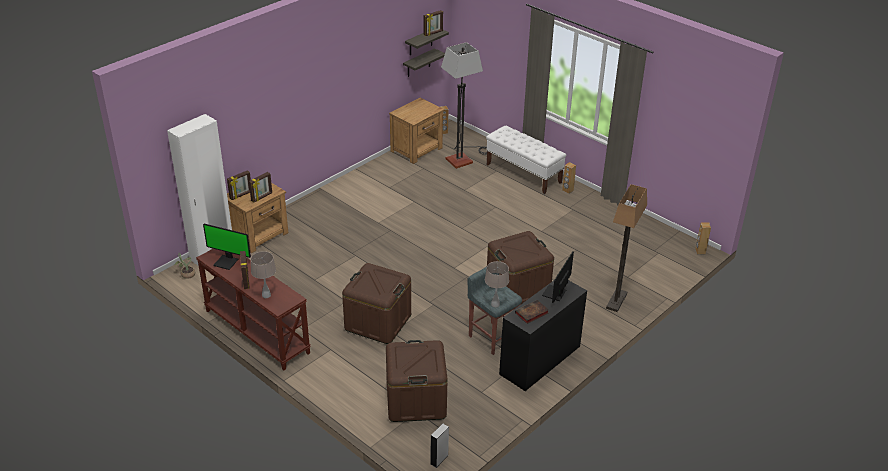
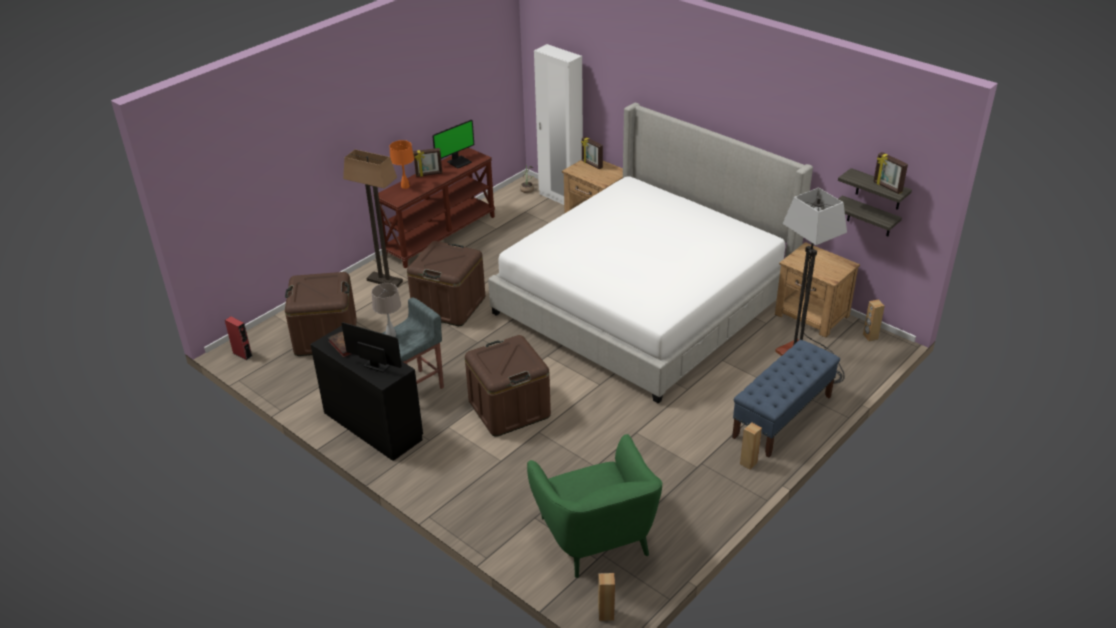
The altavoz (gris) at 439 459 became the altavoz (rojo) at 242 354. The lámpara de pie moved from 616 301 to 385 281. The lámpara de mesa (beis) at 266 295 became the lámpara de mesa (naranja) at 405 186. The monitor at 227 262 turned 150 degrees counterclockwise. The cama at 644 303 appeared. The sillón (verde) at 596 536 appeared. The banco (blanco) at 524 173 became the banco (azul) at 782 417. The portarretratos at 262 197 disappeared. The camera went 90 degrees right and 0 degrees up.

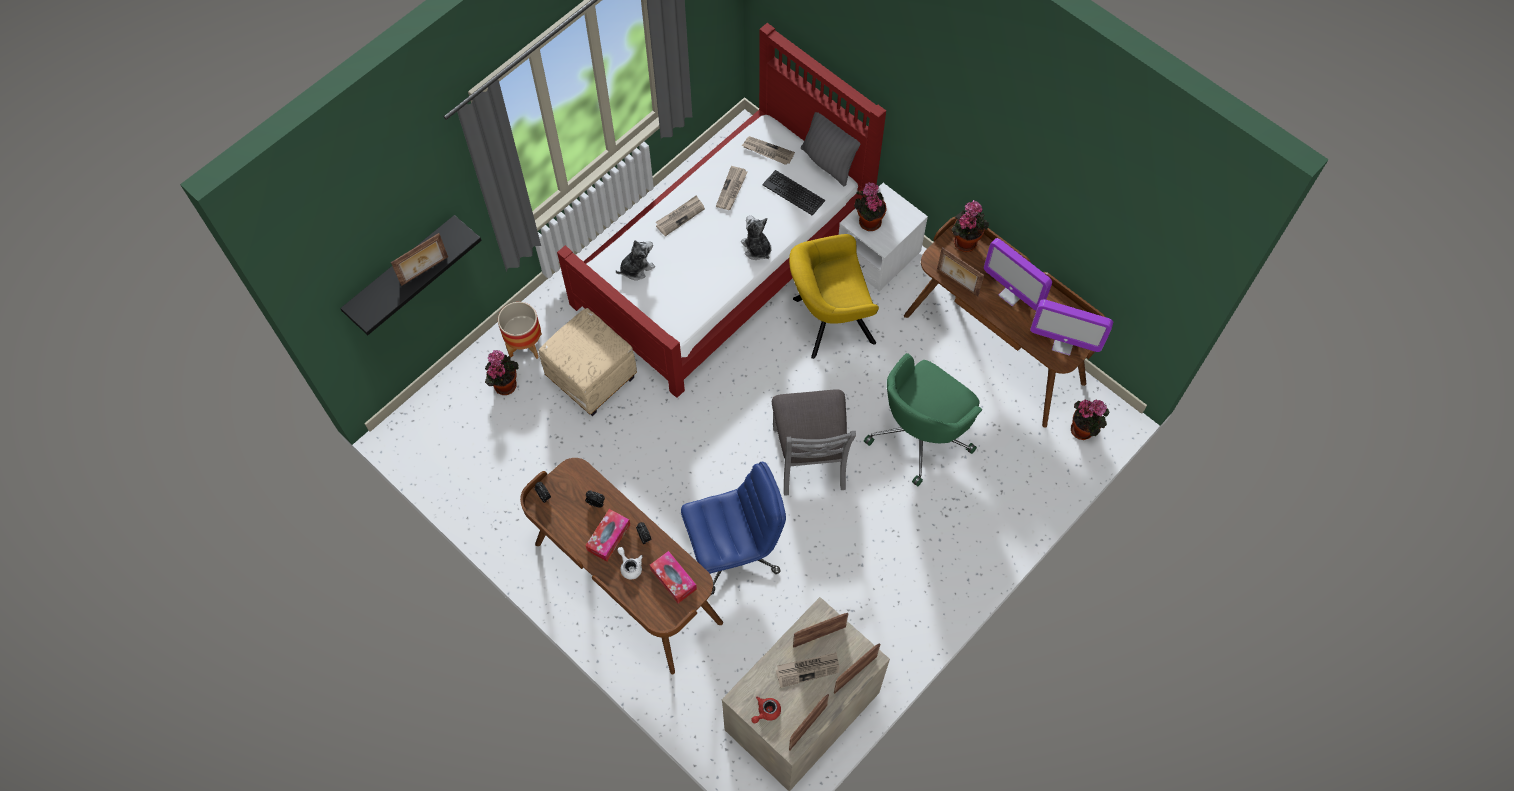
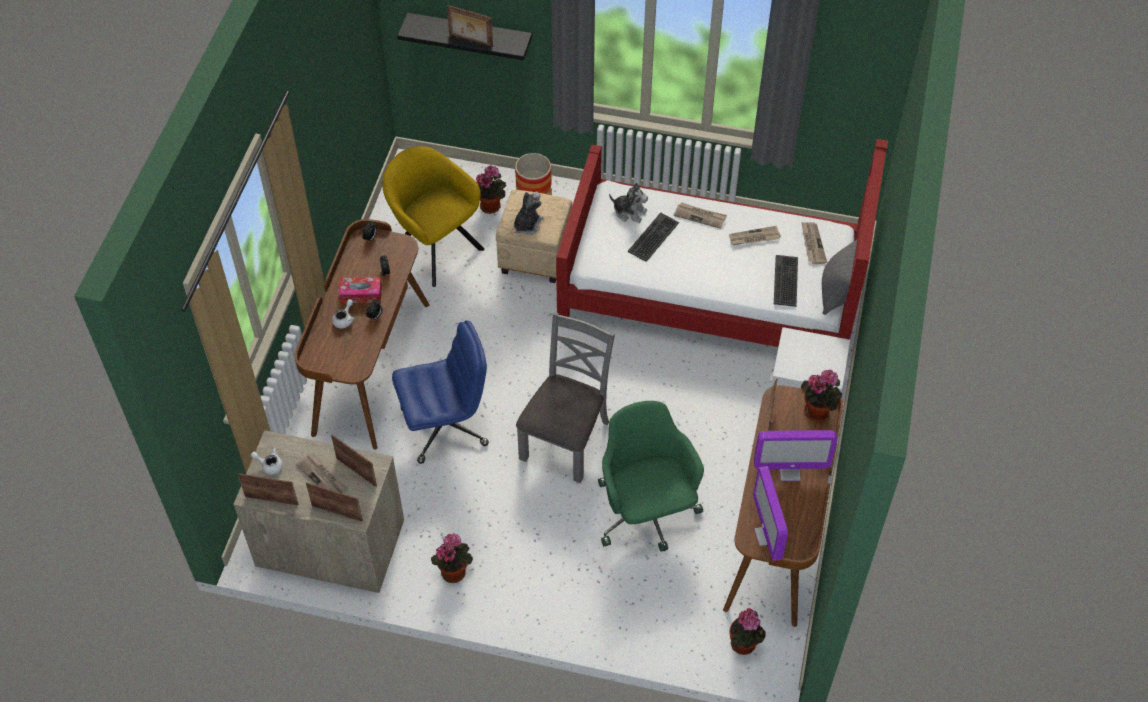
The tetera (rojo) at 766 712 became the tetera (blanco) at 269 465. The sillón (amarillo) moved from 828 321 to 435 247. The silla de oficina (azul) at 734 549 turned 60 degrees counterclockwise. The planta en maceta moved from 868 220 to 454 570. The peluche moved from 756 248 to 527 224. The silla (gris) at 810 457 turned 150 degrees clockwise. The silla de oficina (verde) at 920 434 turned 60 degrees clockwise. The teclado at 653 237 appeared. The monitor at 1011 294 turned 105 degrees counterclockwise. The caja de pañuelos at 673 579 disappeared. The camera went 60 degrees right and 10 degrees down.

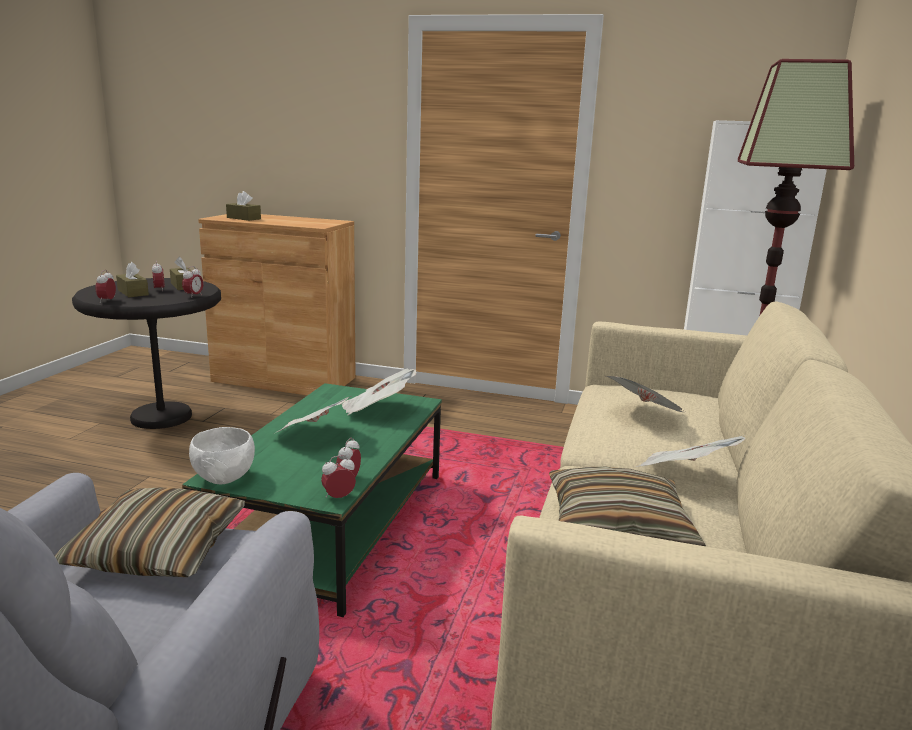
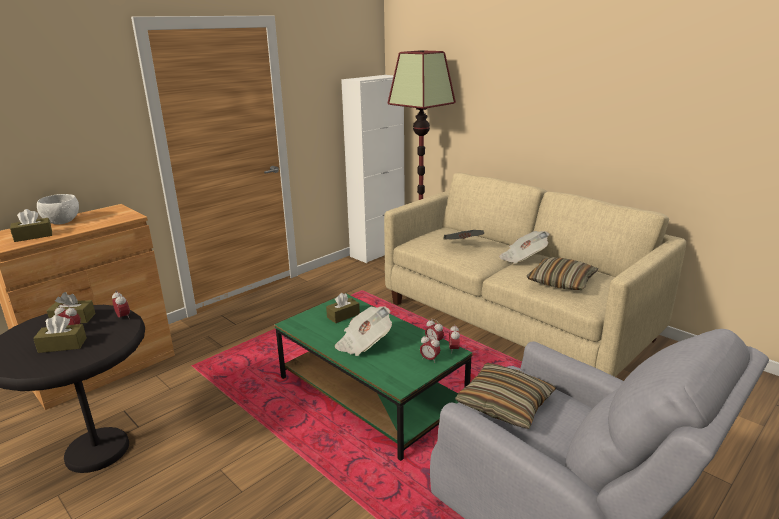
The cuenco (blanco) moved from 224 478 to 62 222. The periódico at 376 410 was replaced by the caja de pañuelos (marrón) at 343 315. The despertador moved from 107 301 to 429 359. The camera went 60 degrees left and 5 degrees up.

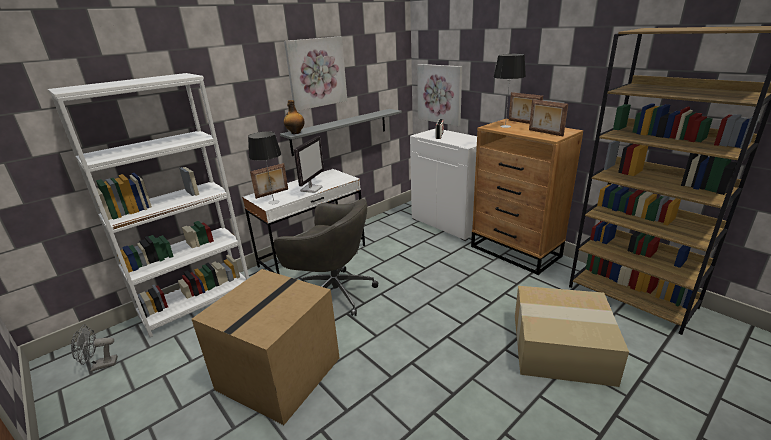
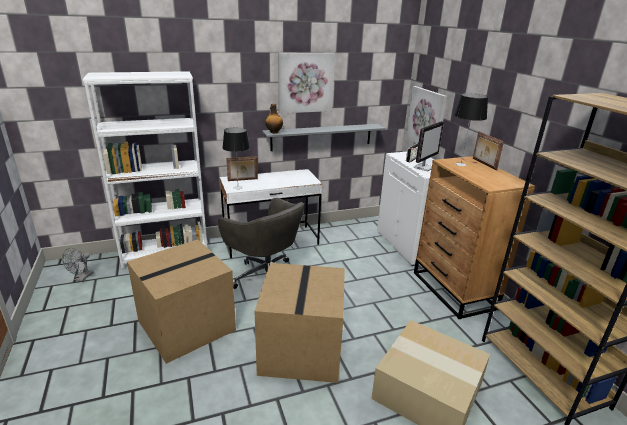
The ventilador (gris) at 100 365 turned 75 degrees counterclockwise. The caja de cartón at 300 348 appeared. The monitor moved from 311 189 to 423 167. The portarretratos at 545 133 disappeared. The camera went 20 degrees right and 0 degrees up.

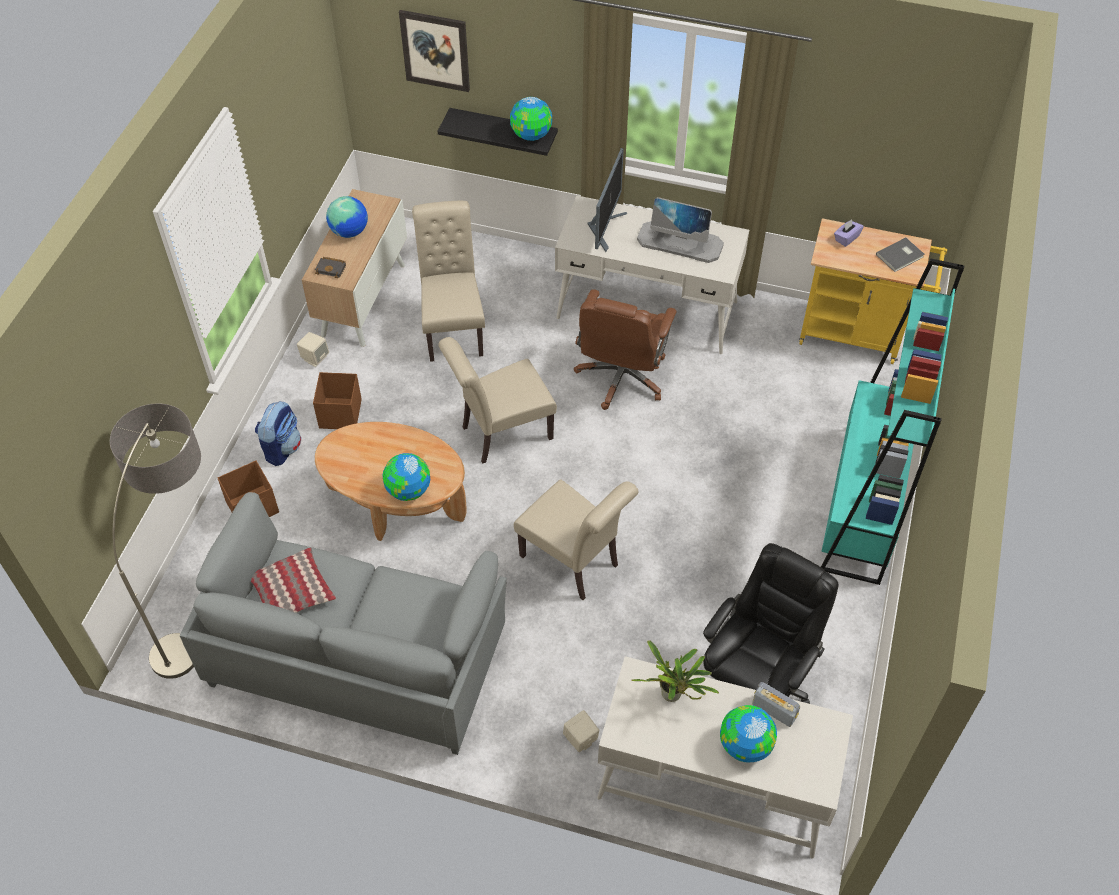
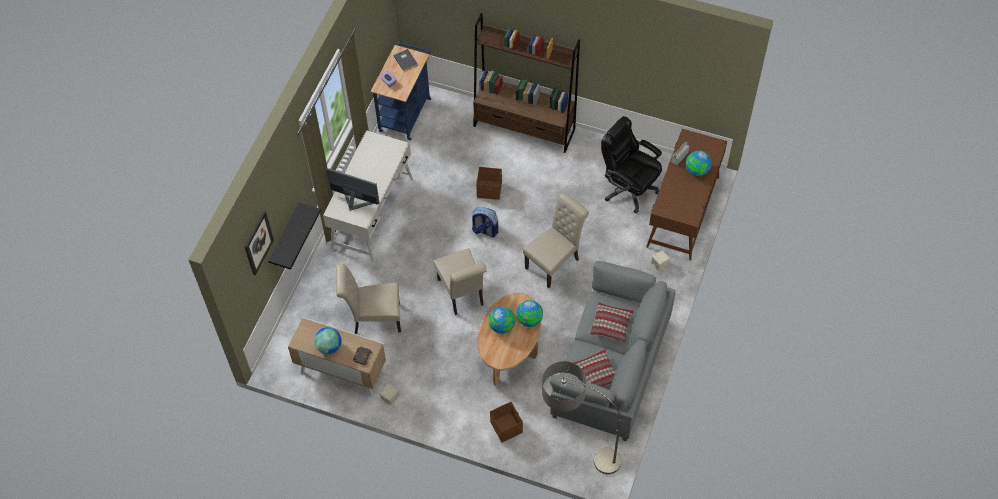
The carrito (amarillo) at 858 334 became the carrito (azul) at 406 111. The mochila moved from 282 448 to 484 230. The estantería (turquesa) at 863 503 became the estantería (marrón) at 524 128. The caja de almacenaje (marrón) moved from 340 414 to 489 190. The globo terráqueo moved from 531 135 to 502 326. The cojín at 611 325 appeared. The escritorio (blanco) at 713 783 became the escritorio (marrón) at 682 211. The silla de oficina (marrón) at 621 377 disappeared. The planta en maceta at 673 696 disappeared. The monitor at 680 242 disappeared. The camera went 85 degrees left and 5 degrees up.

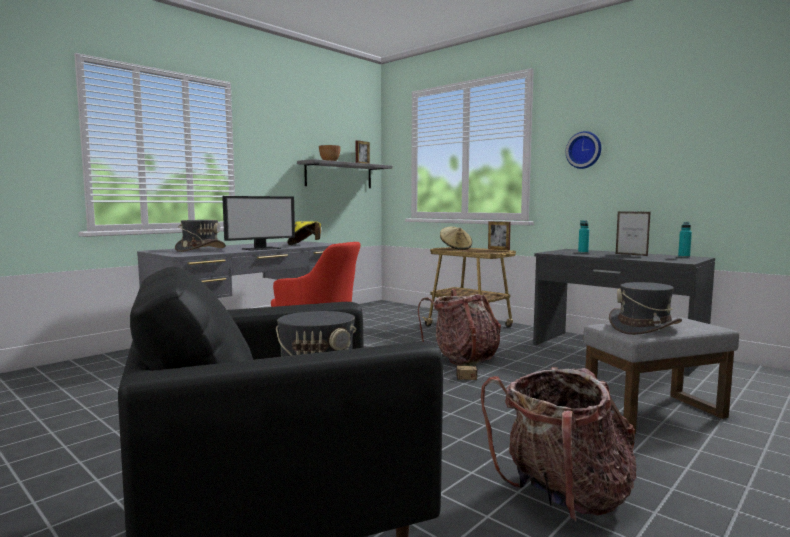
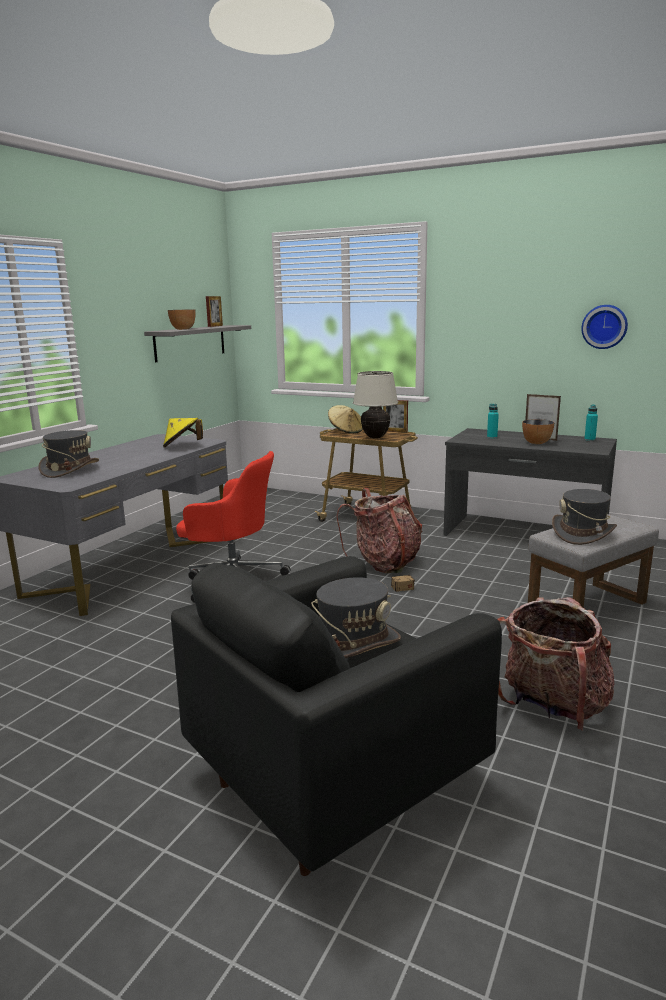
The lámpara de mesa (beis) at 375 437 appeared. The cuenco at 536 443 appeared. The reloj de pared moved from 584 150 to 604 326. The monitor at 261 248 disappeared. The camera went 15 degrees left and 10 degrees up.

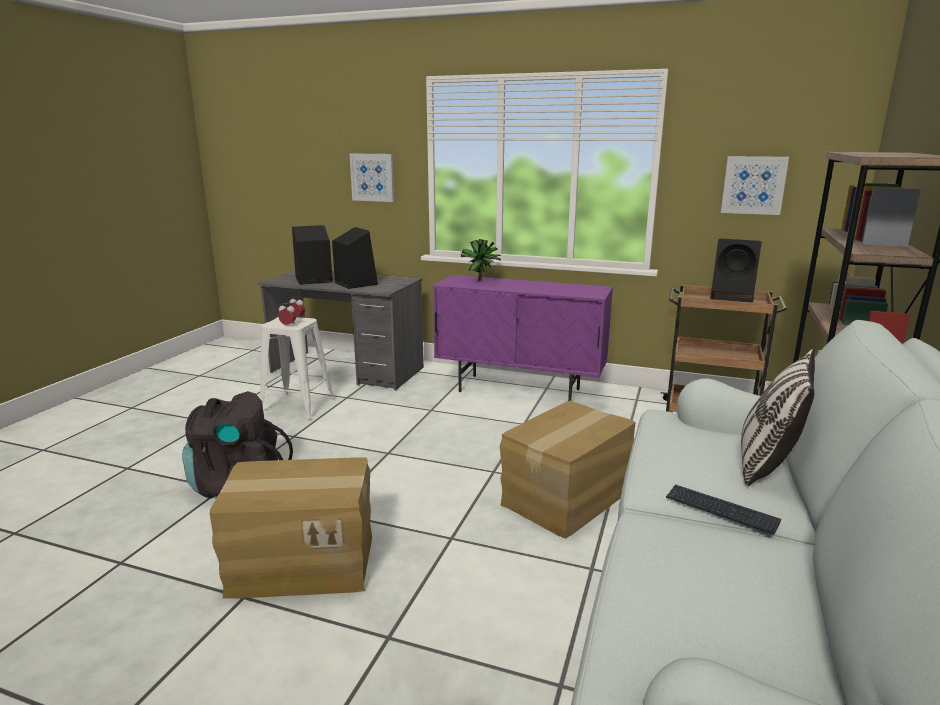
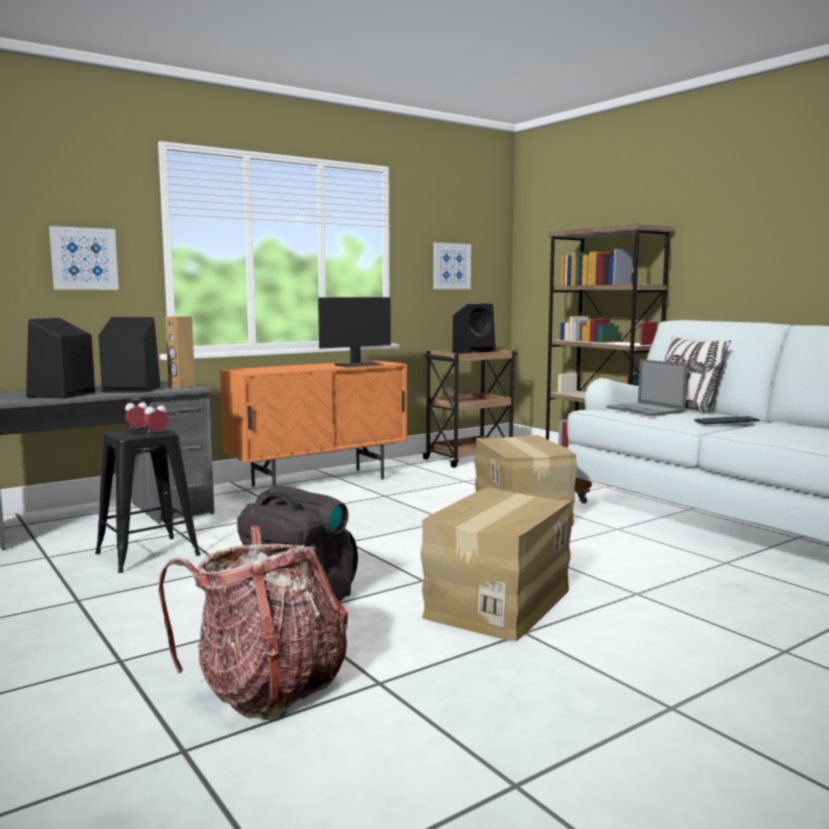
The taburete (blanco) at 298 406 became the taburete (negro) at 148 554. The mochila at 267 688 appeared. The altavoz (marrón) at 181 387 appeared. The armario (morado) at 519 390 became the armario (naranja) at 319 482. The monitor at 359 365 appeared. The portátil at 646 410 appeared. The planta en maceta at 481 281 disappeared. The camera went 55 degrees left and 10 degrees down.

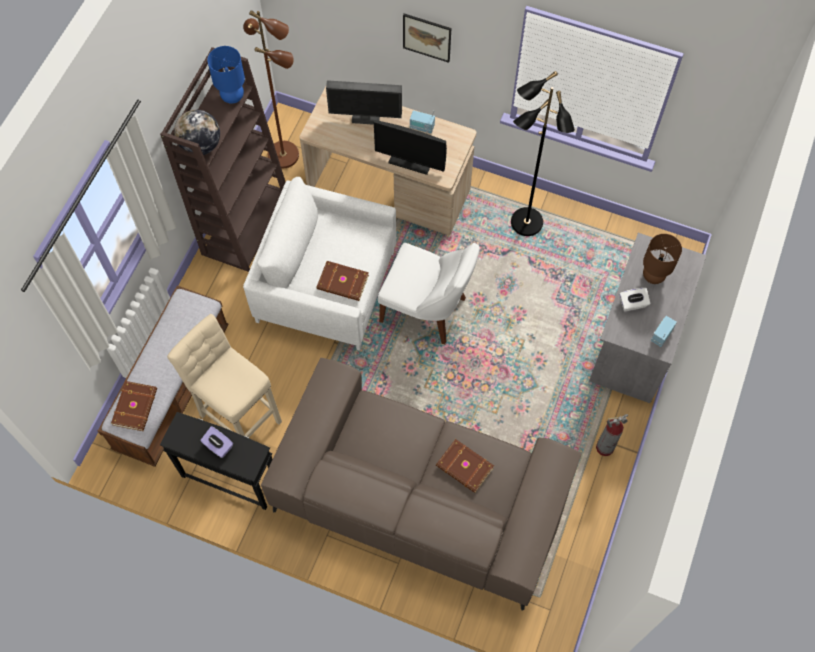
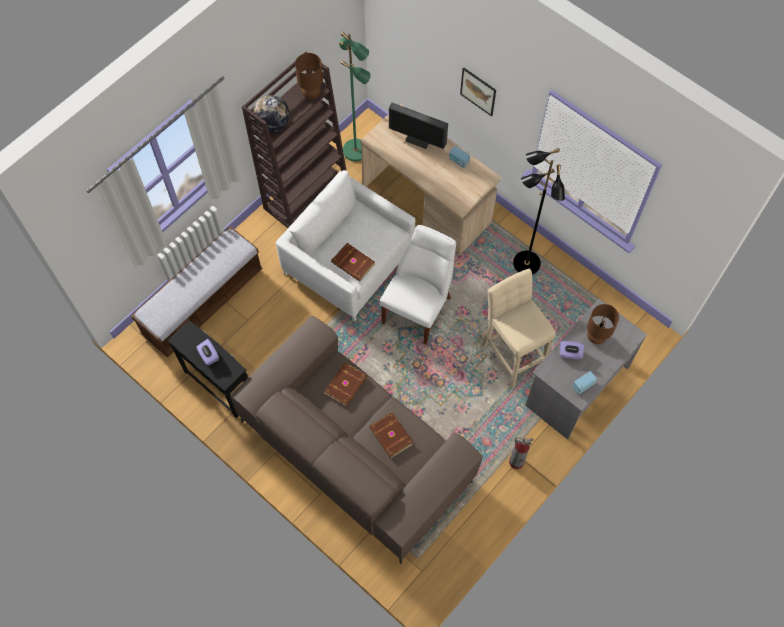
The lámpara de mesa (azul) at 232 97 became the lámpara de mesa (marrón) at 311 94. The libro (marrón) moved from 136 407 to 346 385. The lámpara de pie (marrón) at 284 154 became the lámpara de pie (verde) at 356 150. The silla (blanco) at 427 311 turned 105 degrees counterclockwise. The taburete (beis) moved from 238 414 to 511 353. The caja de pañuelos (blanco) at 632 304 became the caja de pañuelos (morado) at 570 353. The monitor at 410 161 disappeared. The camera went 20 degrees right and 0 degrees up.

